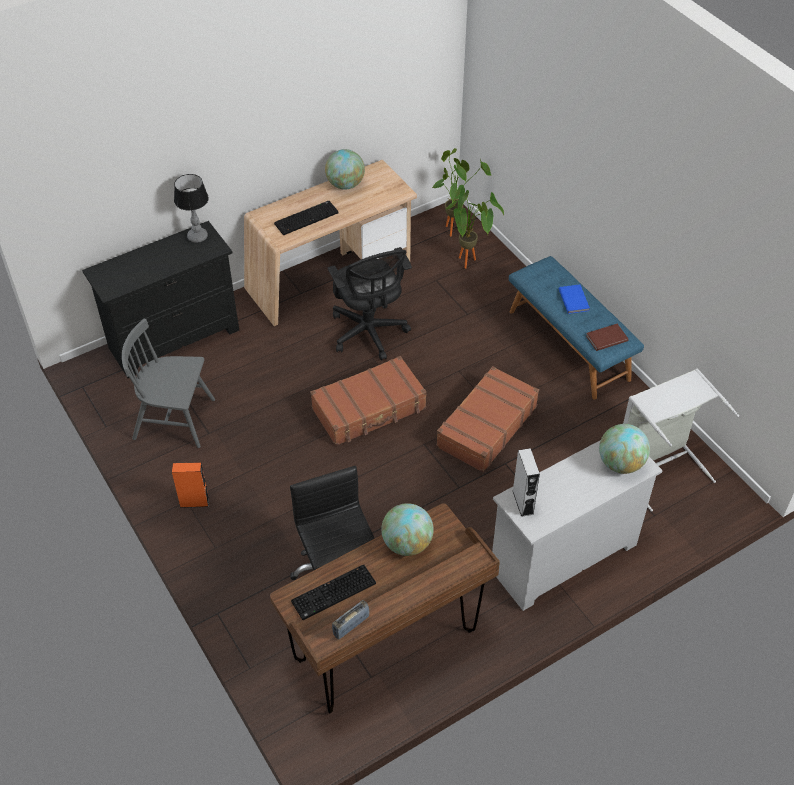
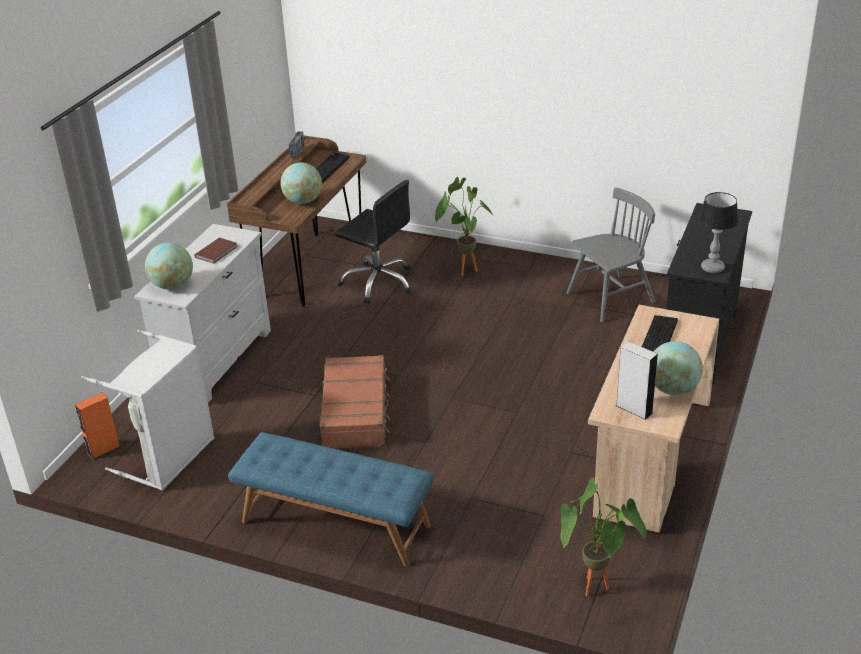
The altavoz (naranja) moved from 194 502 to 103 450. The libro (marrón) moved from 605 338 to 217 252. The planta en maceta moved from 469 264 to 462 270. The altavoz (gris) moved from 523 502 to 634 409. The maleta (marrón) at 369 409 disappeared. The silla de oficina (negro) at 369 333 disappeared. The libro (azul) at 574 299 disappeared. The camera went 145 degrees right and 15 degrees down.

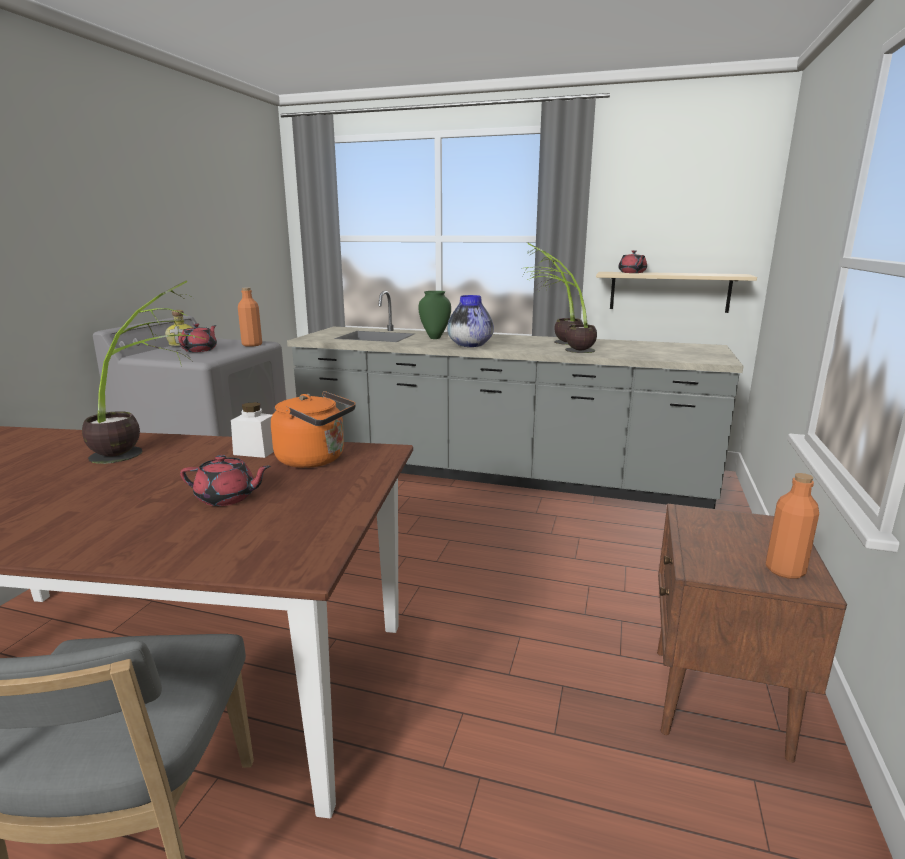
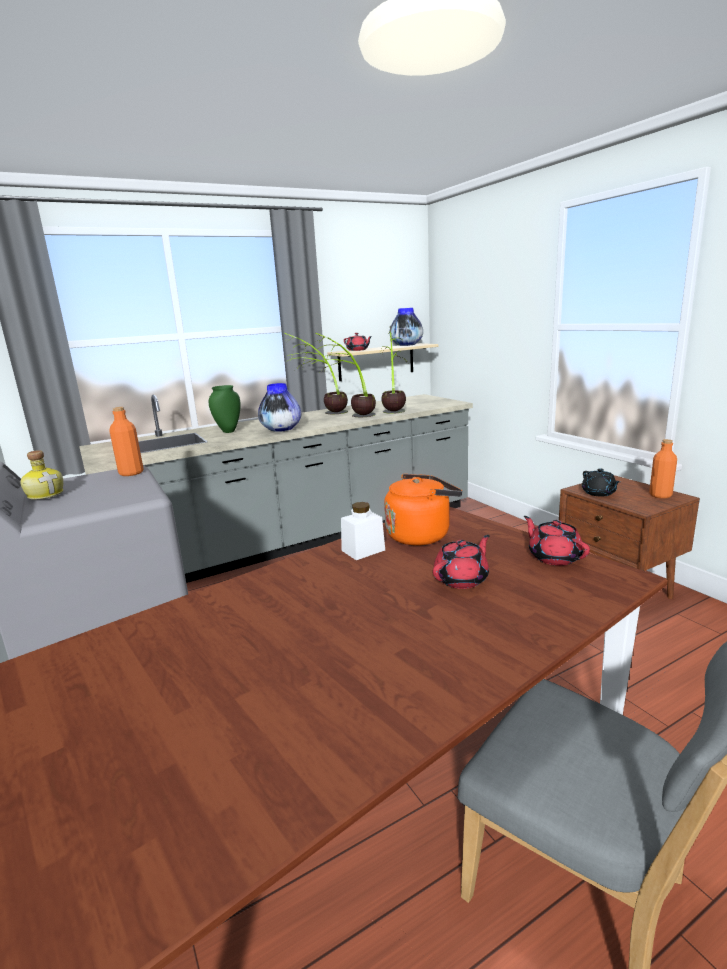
The planta en maceta moved from 147 448 to 394 408. The florero at 406 345 appeared. The tetera (rojo) moved from 200 350 to 553 557. The tetera (negro) at 599 493 appeared. The camera went 45 degrees left and 0 degrees up.

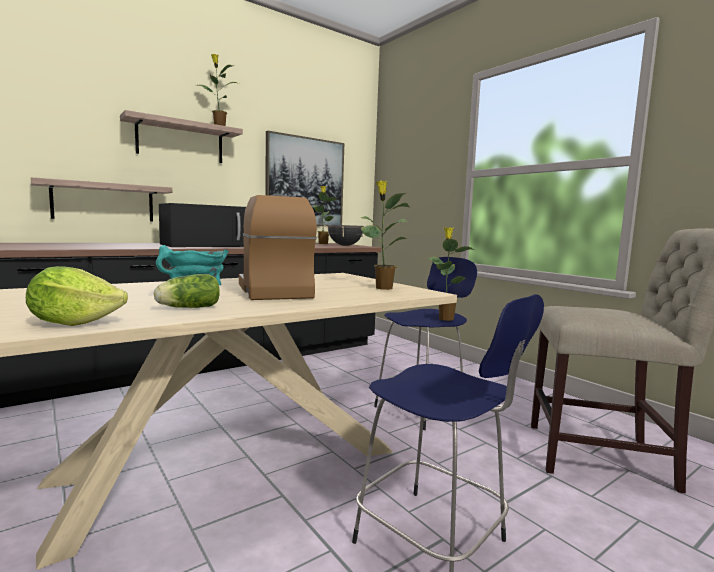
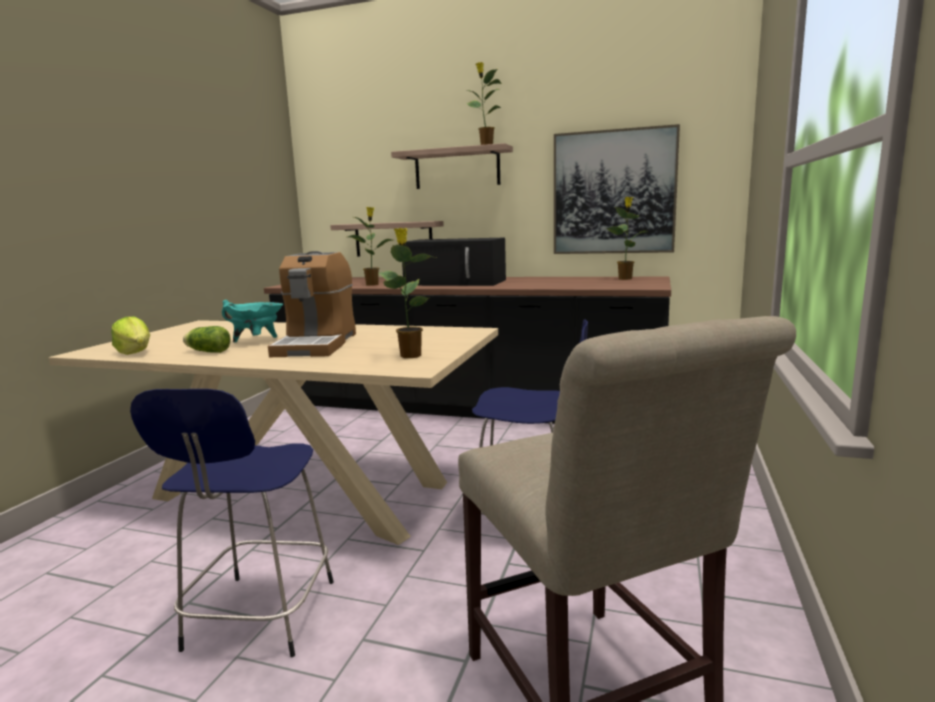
The cafetera at 274 291 turned 150 degrees clockwise. The planta en maceta moved from 445 318 to 373 284. The olla (negro) at 345 245 disappeared. The camera went 55 degrees right and 5 degrees up.

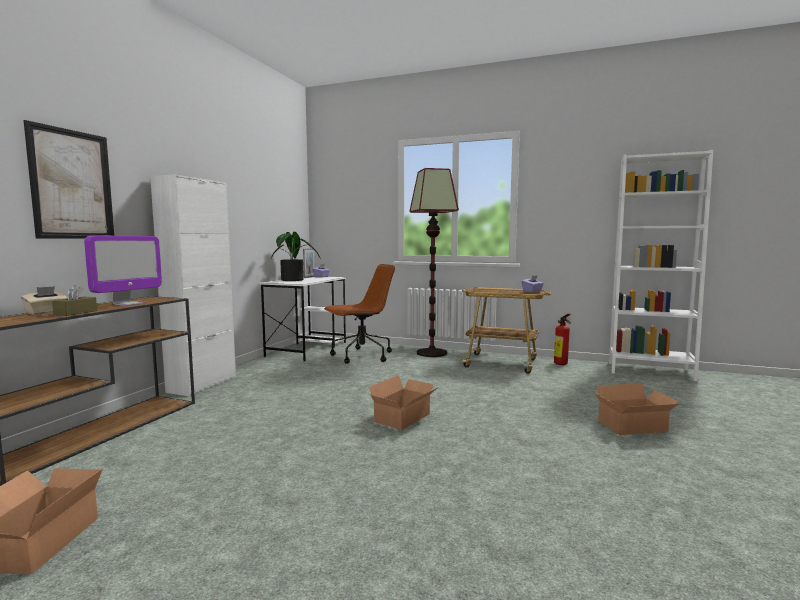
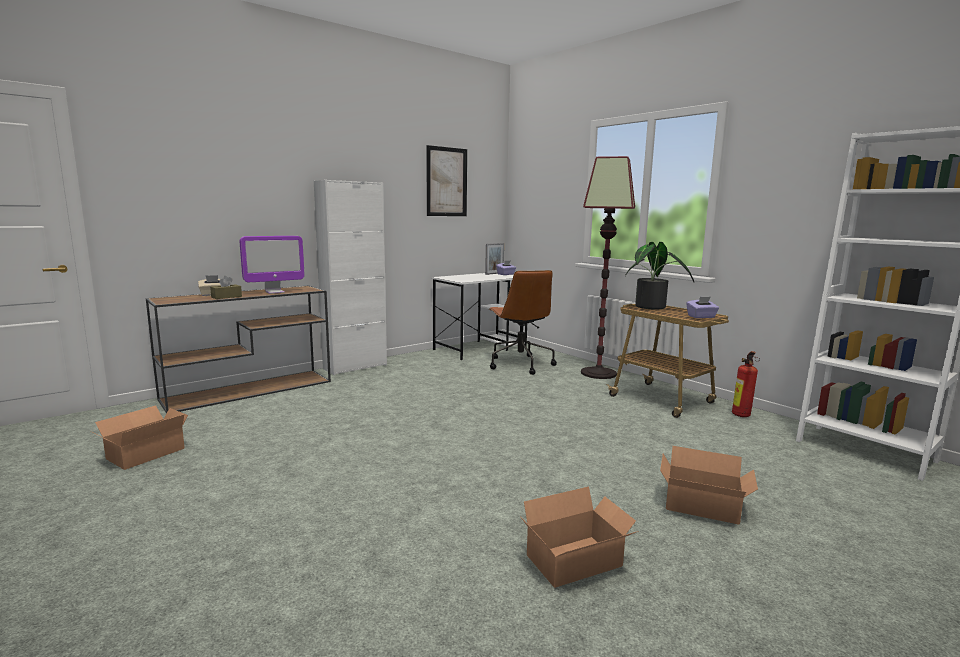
The cuadro moved from 72 184 to 446 182. The silla de oficina (marrón) at 361 356 turned 75 degrees clockwise. The caja de cartón moved from 405 418 to 577 562. The planta en maceta moved from 294 280 to 653 307. The camera went 30 degrees right and 5 degrees up.

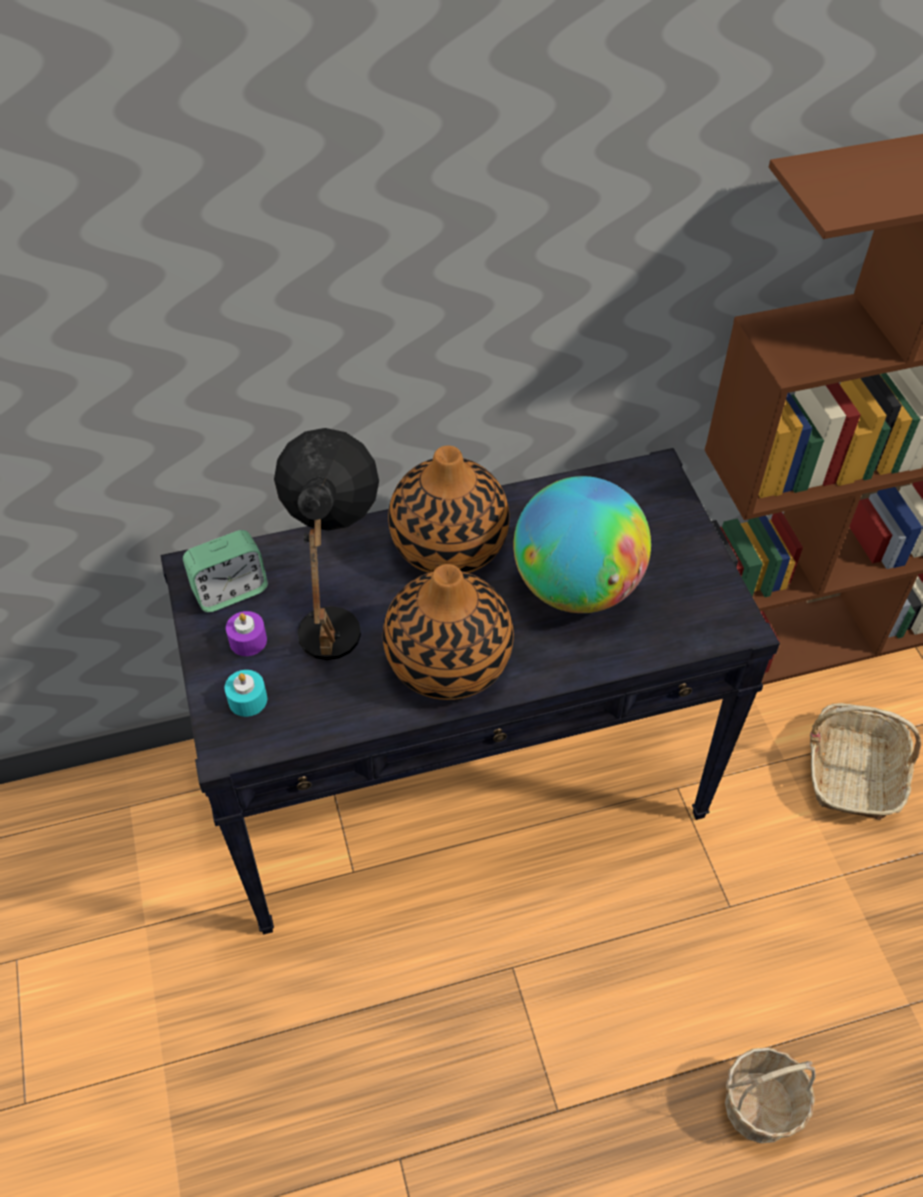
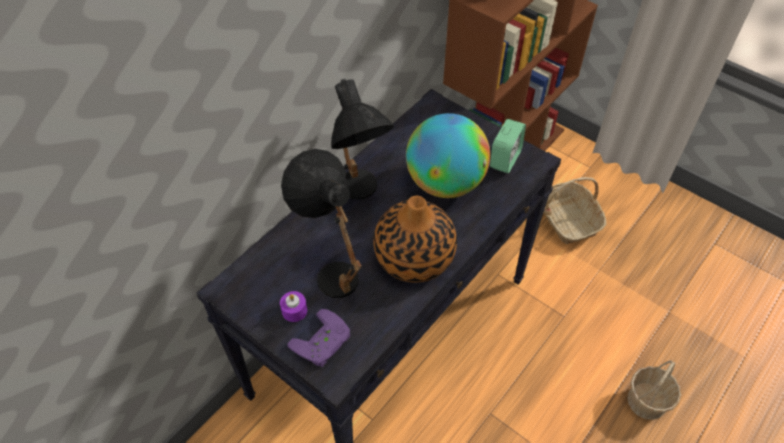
The vela (turquesa) at 247 700 was replaced by the mando de consola (morado) at 323 343. The florero at 449 544 was replaced by the lámpara de mesa (negro) at 361 196. The despertador moved from 230 591 to 505 159. The camera went 35 degrees left and 0 degrees up.

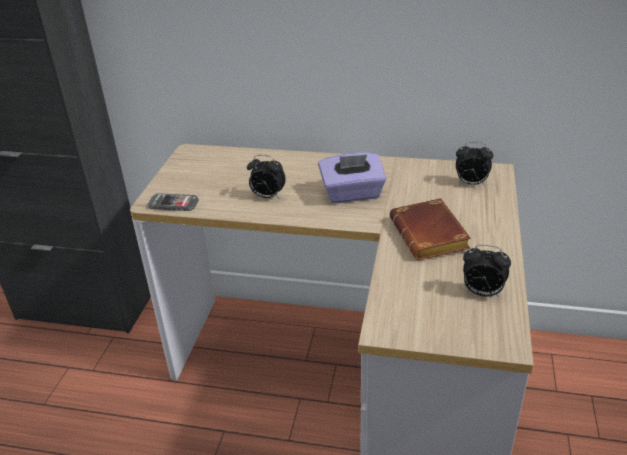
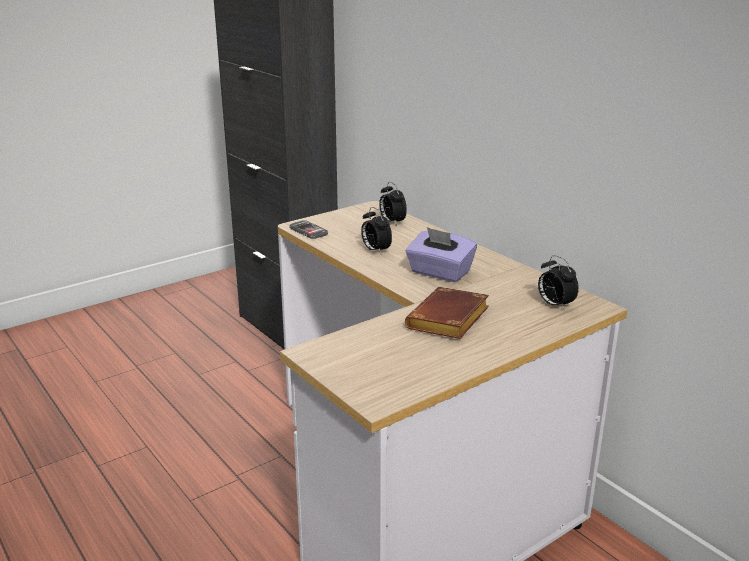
The despertador moved from 482 293 to 392 222. The camera went 40 degrees right and 10 degrees down.

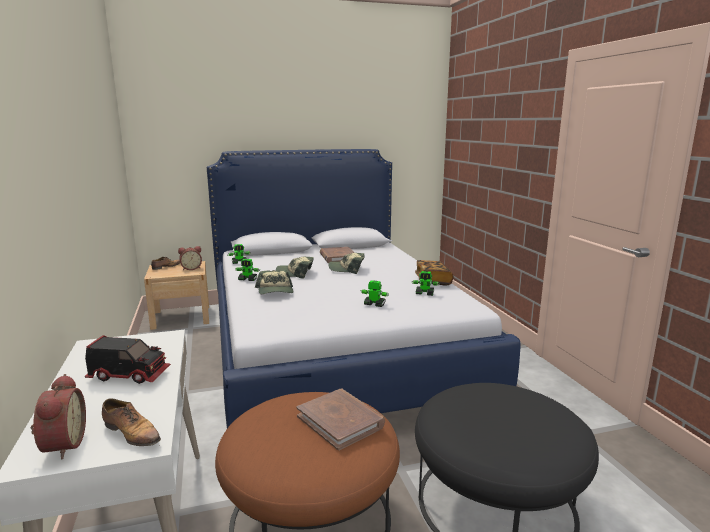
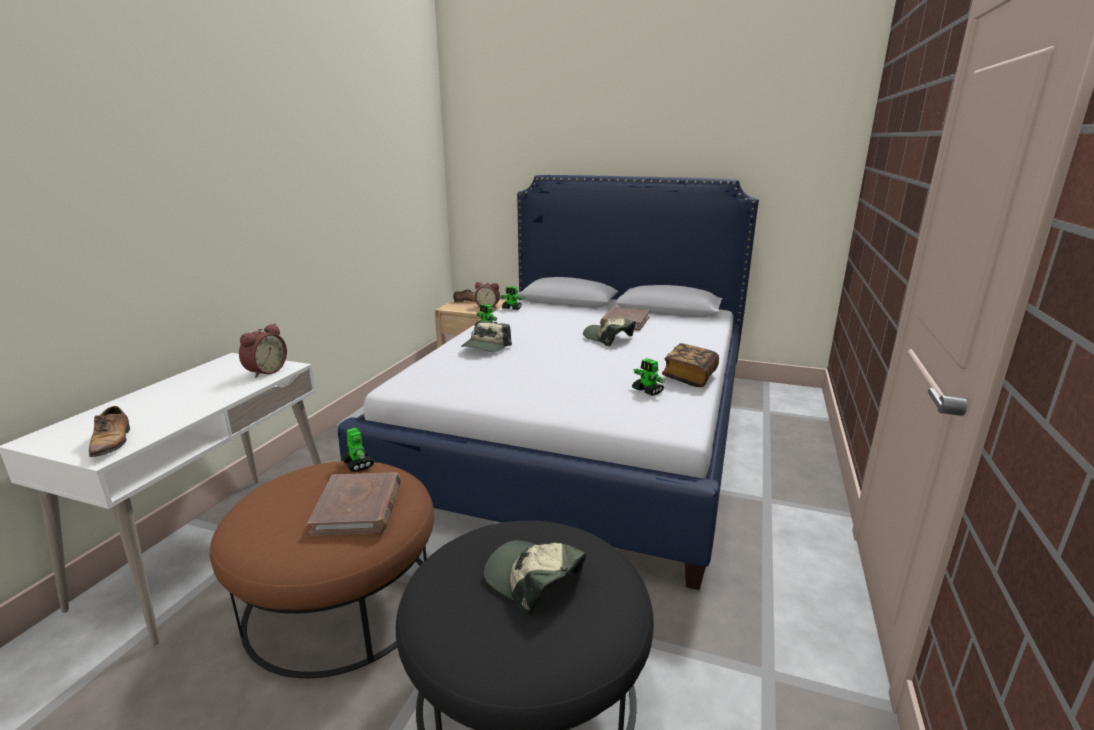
The despertador moved from 61 445 to 265 371. The robot de juguete moved from 374 304 to 358 464. The gorra moved from 295 273 to 533 579. The camión de juguete at 129 375 disappeared. The camera went 35 degrees right and 5 degrees up.

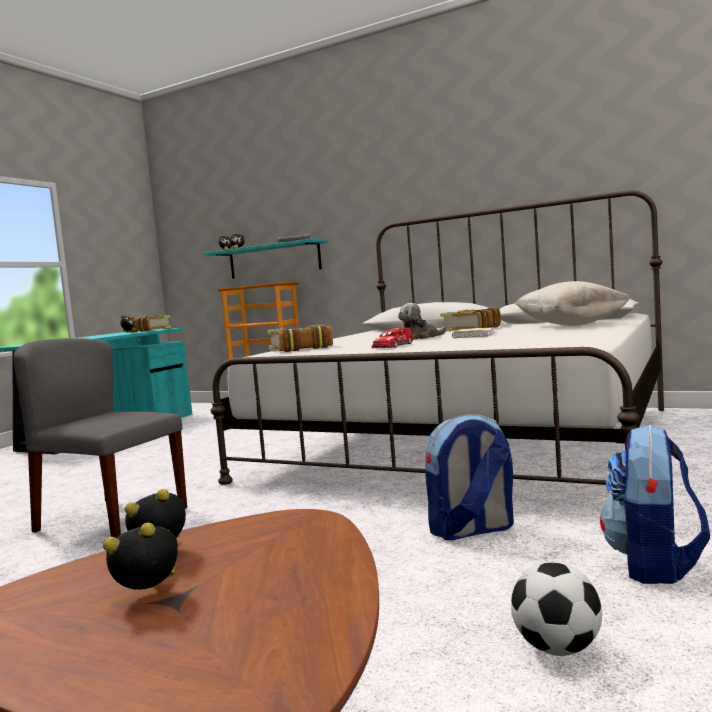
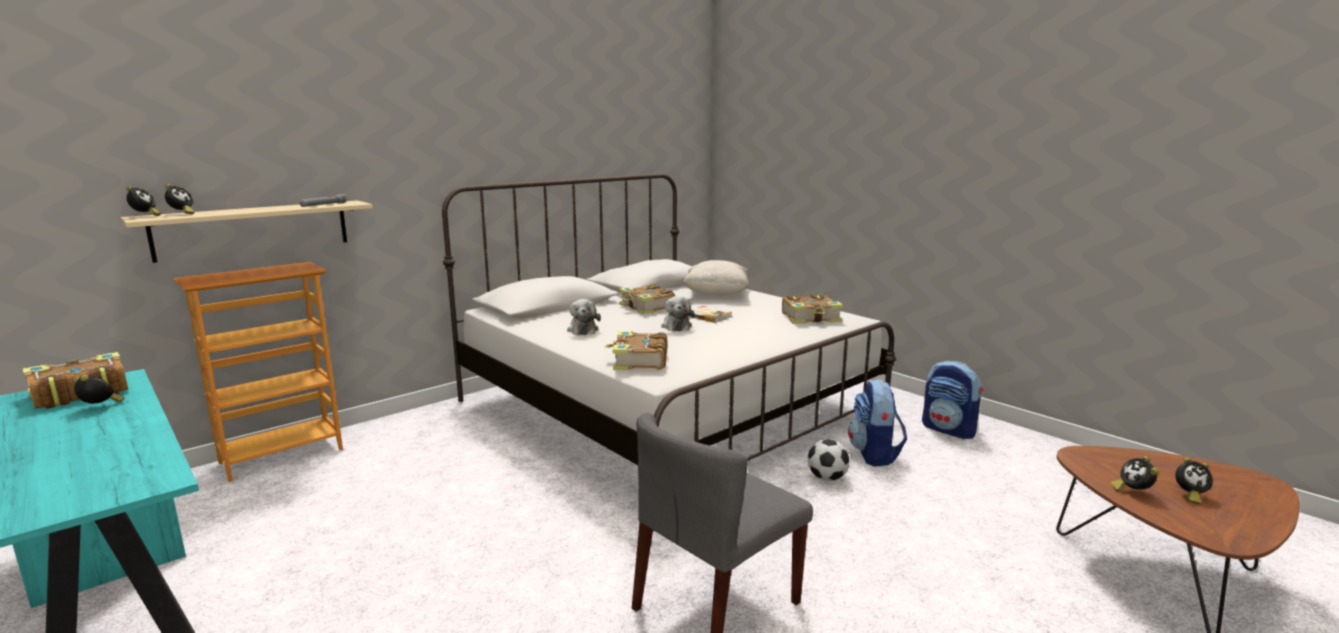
The estante (turquesa) at 274 260 became the estante (beis) at 253 229. The peluche at 583 329 appeared. The libro at 811 318 appeared. The balón de fútbol moved from 558 649 to 827 478. The despertador at 150 596 turned 90 degrees counterclockwise. The coche de juguete at 393 346 disappeared. The camera went 70 degrees left and 10 degrees up.

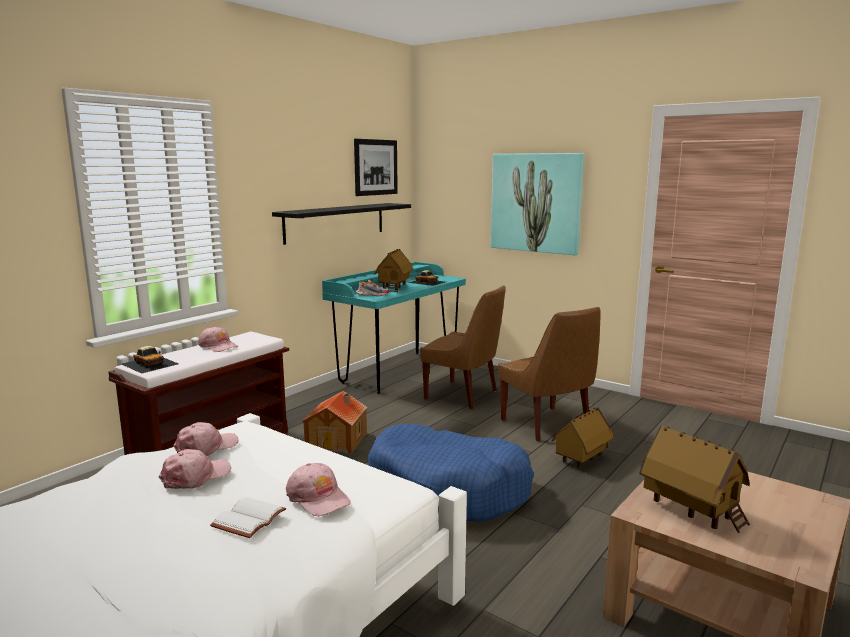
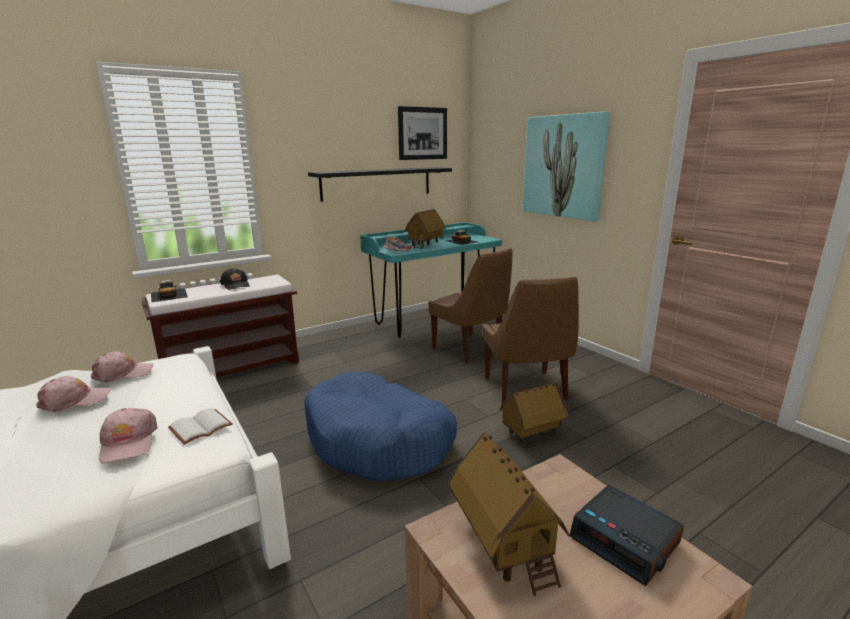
The libro (blanco) moved from 249 520 to 200 428. The gorra (rosa) at 218 346 became the gorra (negro) at 236 285. The despertador at 626 540 appeared. The casita at 338 440 disappeared. The camera went 20 degrees right and 5 degrees up.

